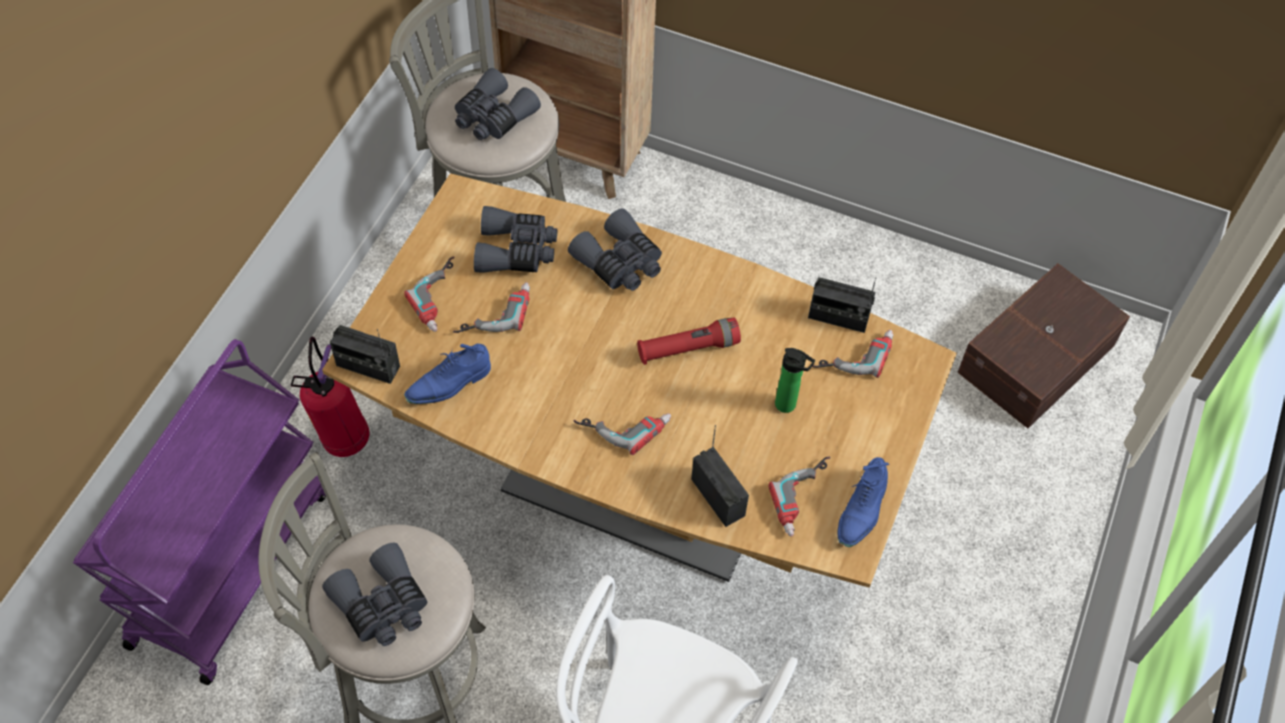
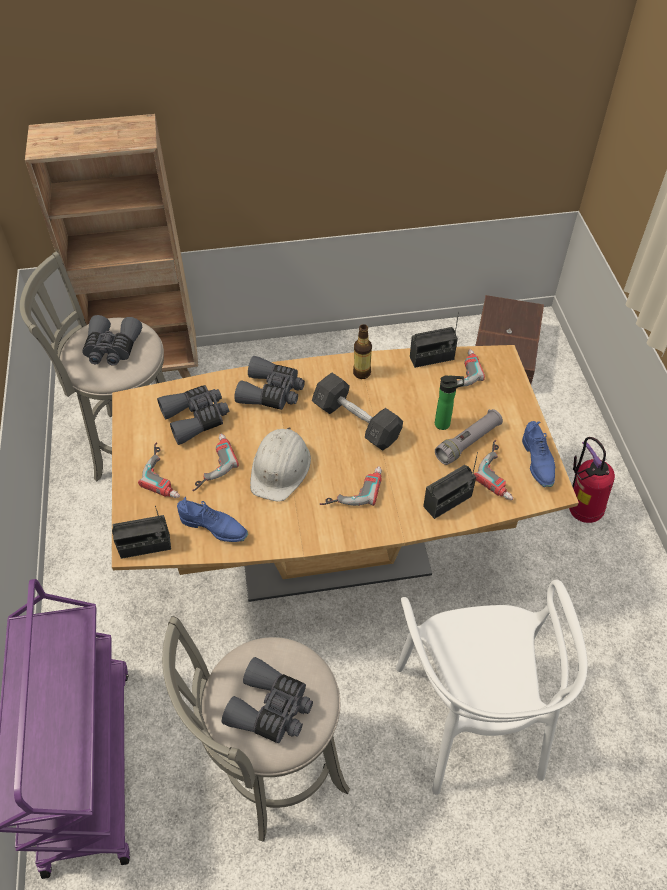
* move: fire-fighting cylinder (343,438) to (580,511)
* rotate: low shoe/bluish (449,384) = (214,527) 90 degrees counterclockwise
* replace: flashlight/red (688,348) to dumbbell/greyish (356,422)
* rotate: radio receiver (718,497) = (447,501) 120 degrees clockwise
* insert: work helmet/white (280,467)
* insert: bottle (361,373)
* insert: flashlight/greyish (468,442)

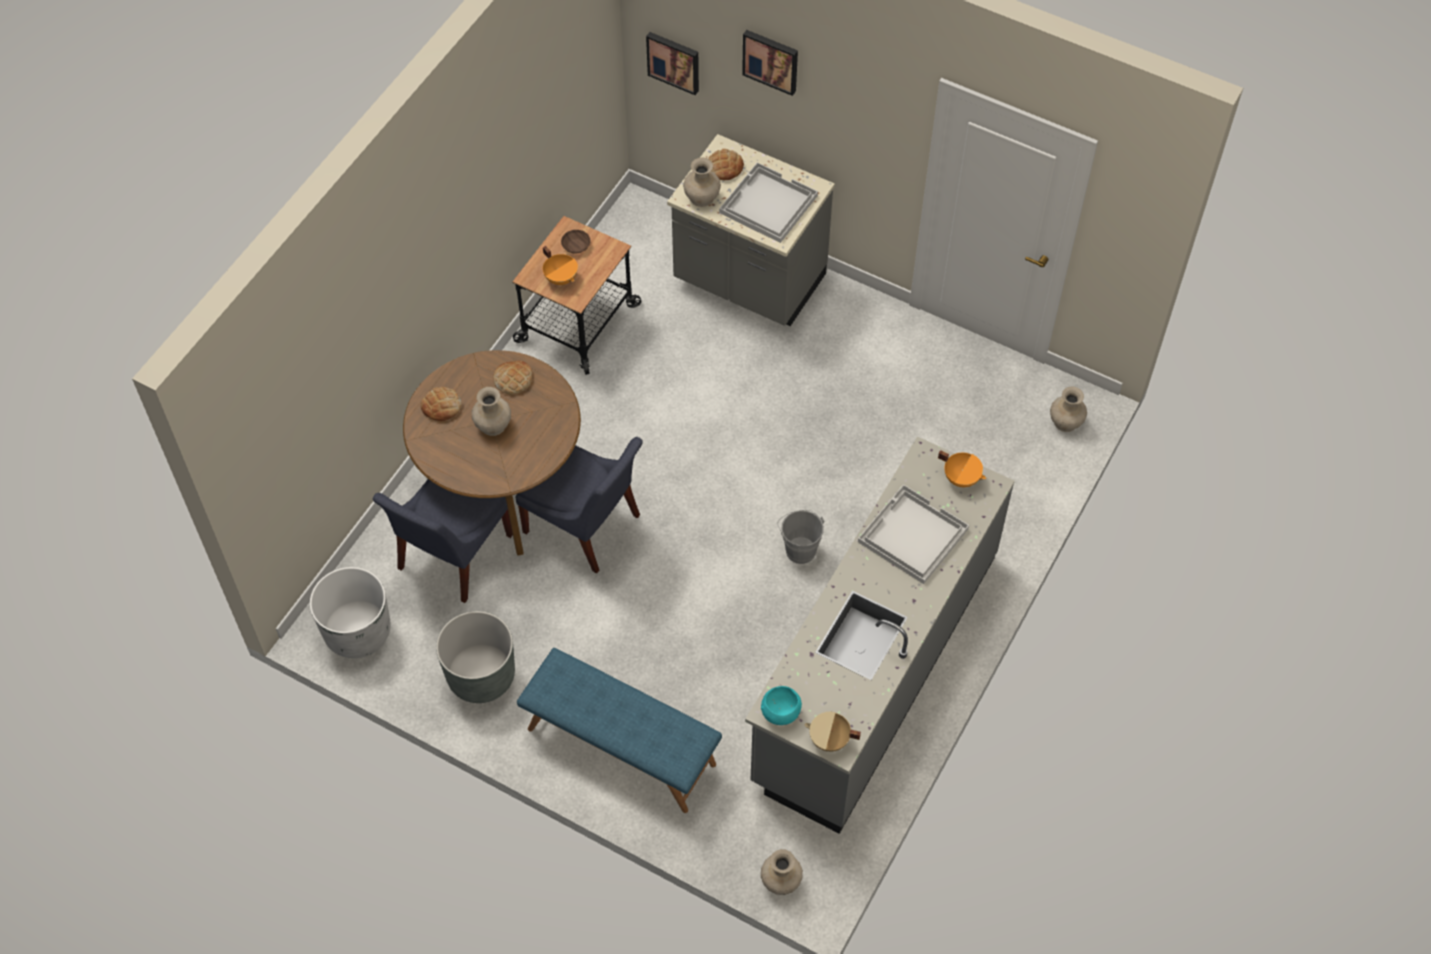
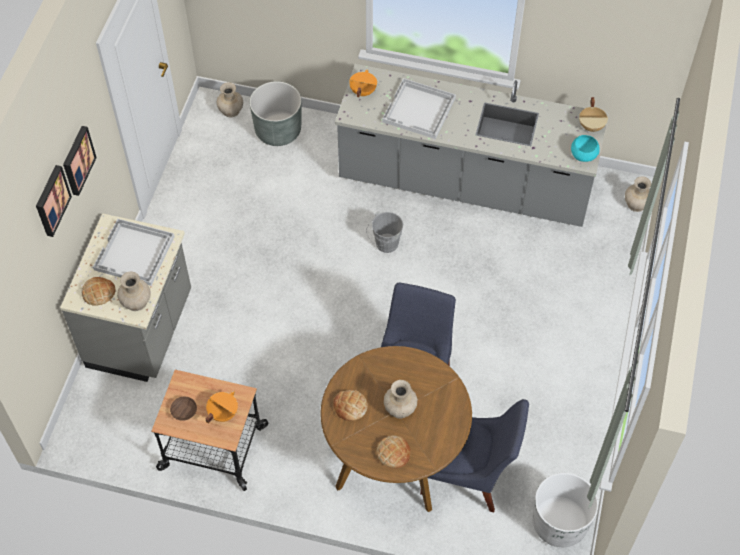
* move: planter/greyish (481,675) to (278,130)
* delete: bench/bluish (620,747)
* move: wall art (674,61) to (77,160)

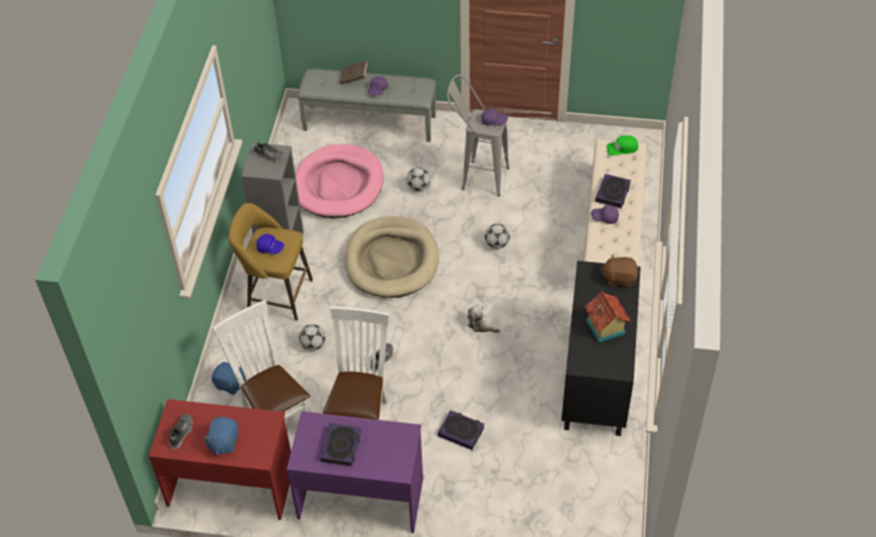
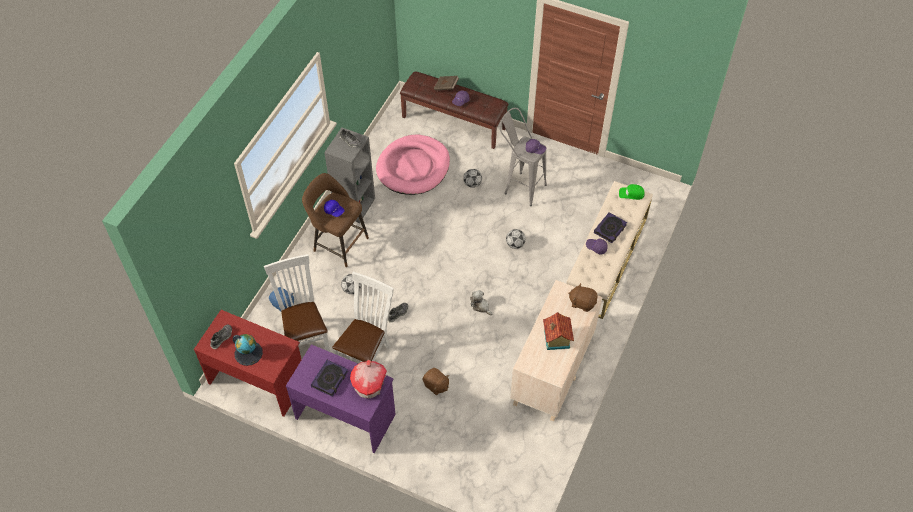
* replace: plush toy/bluish (223,442) to desk globe (248,353)
* recolor: stool/yellow (276,295) to stool/brown (338,243)
* recolor: bench/greyish (370,122) to bench/brown (454,122)
* delete: dog bed/beige-coloured (391,260)
* replace: bound book (461,431) to plush toy/brown (436,385)
* recolor: chest of drawers/blackish (596,377) to chest of drawers/beige-coloured (552,370)
* insert: model house (369,385)

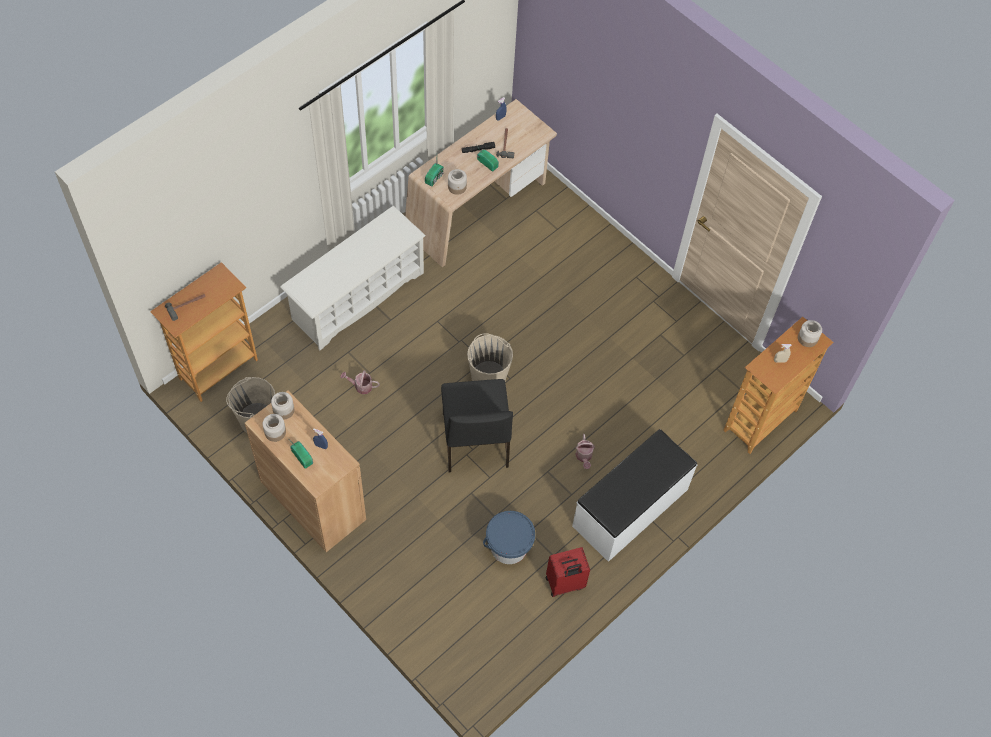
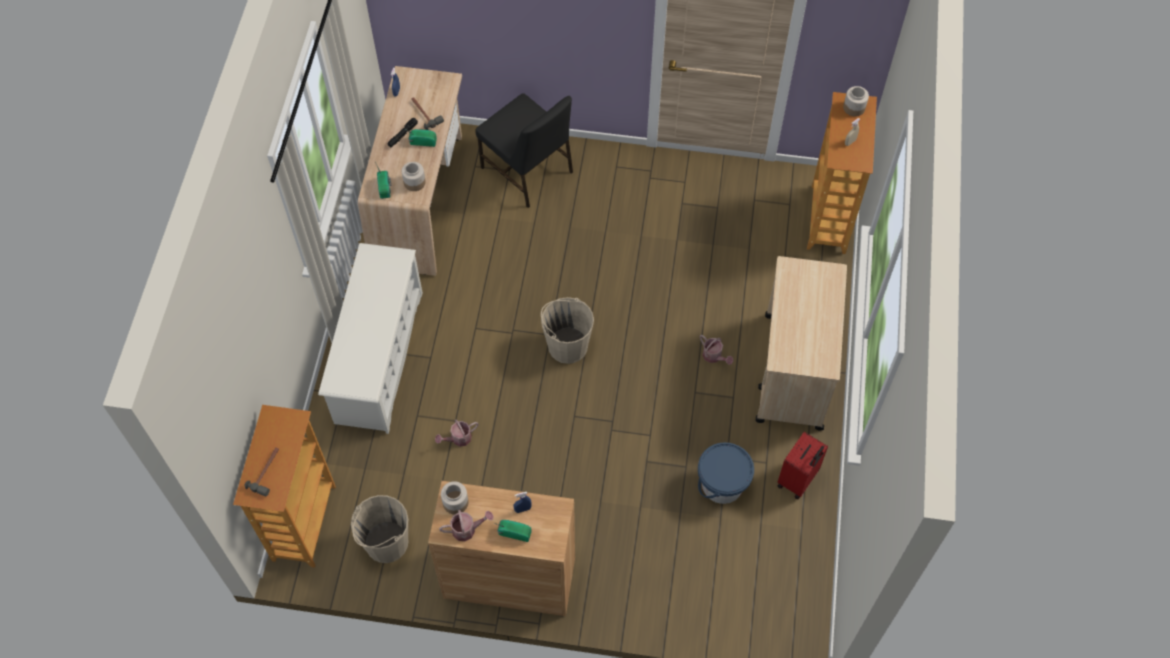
* replace: storage jar (275,432) to watering pot (467,529)
* move: chair/blackish (474,441) to (527,171)
* replace: bench/white (631,508) to cart/beige-coloured (793,372)

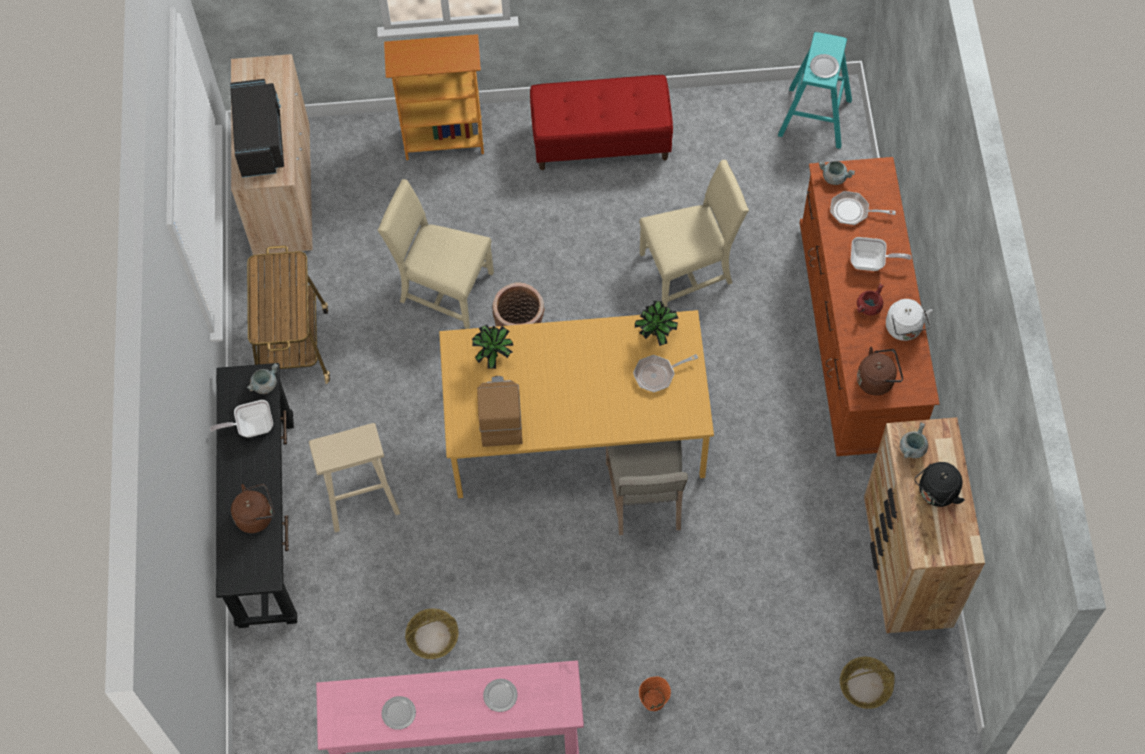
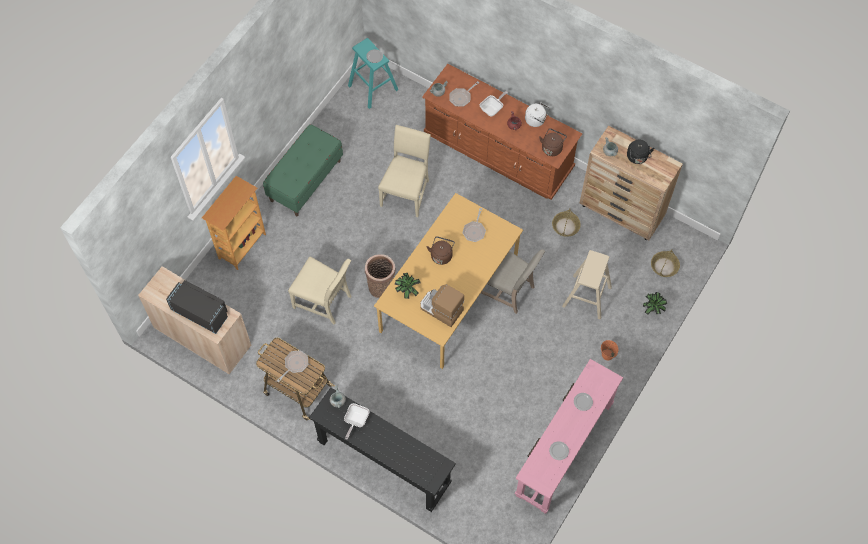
* move: tea kettle/brown (257,516) to (441,255)
* move: stool/beige-coloured (359,492) to (587,297)
* rotate: chair/beige-coloured (443,288) = (324,301) 120 degrees counterclockwise
* move: storage basket (432,637) to (565,226)
* recolor: bench/red (601,141) to bench/green-coloured (305,180)
* move: potted plant (657,334) to (653,309)
* insert: frying pan (295,364)

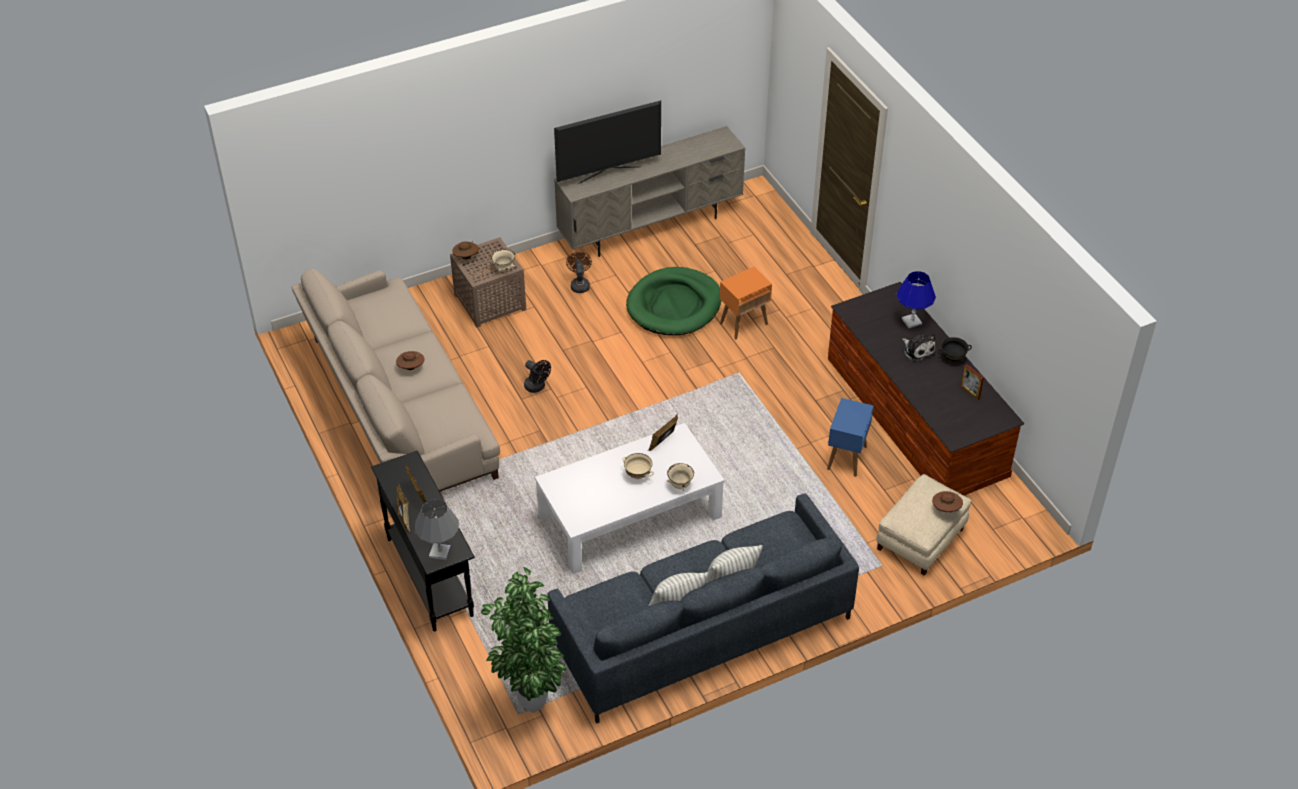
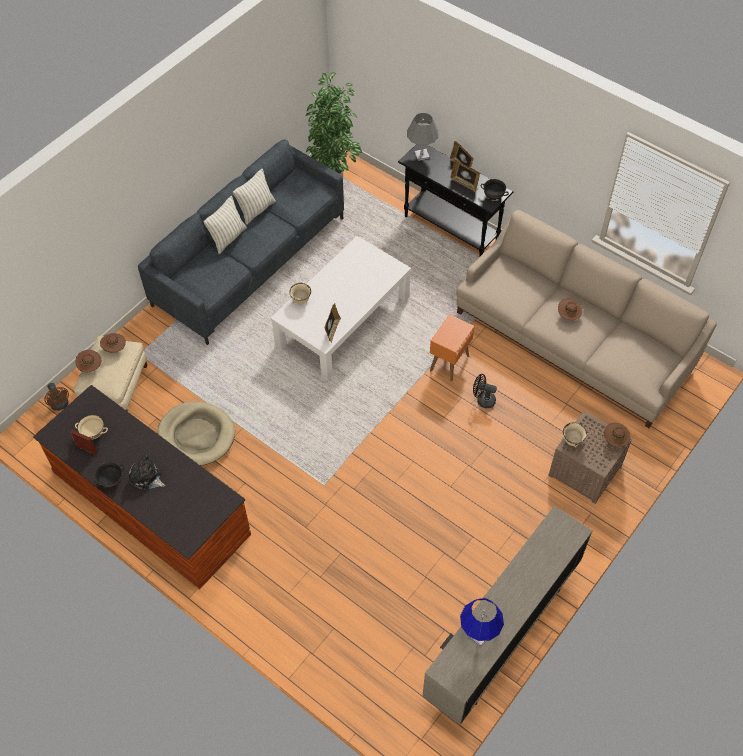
* delete: TV set (609,174)
* move: cooling fan/brown (579,284) to (60,405)
* move: bowl/beige-coloured (637,475) to (94,433)
* delete: dog bed/green-coloured (674,305)
* move: side table/orange (744,323) to (449,363)
* replace: side table/bluish (846,458) to dog bed/beige-coloured (197,435)
* move: tabletop lamp/bluish (912,321) to (478,634)
* insert: clothing hat/brown (115,348)
* insert: bowl/blackish (493,197)

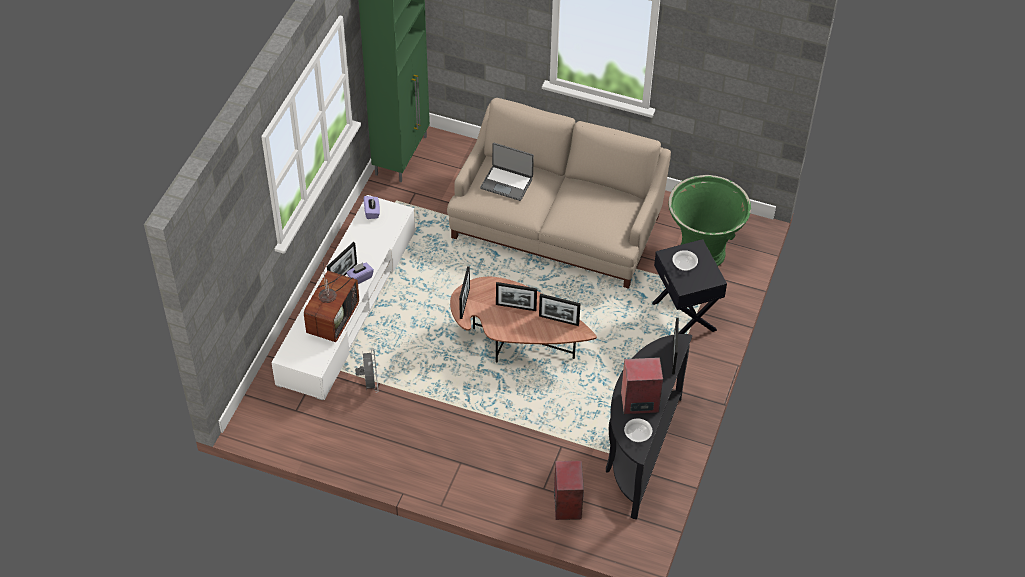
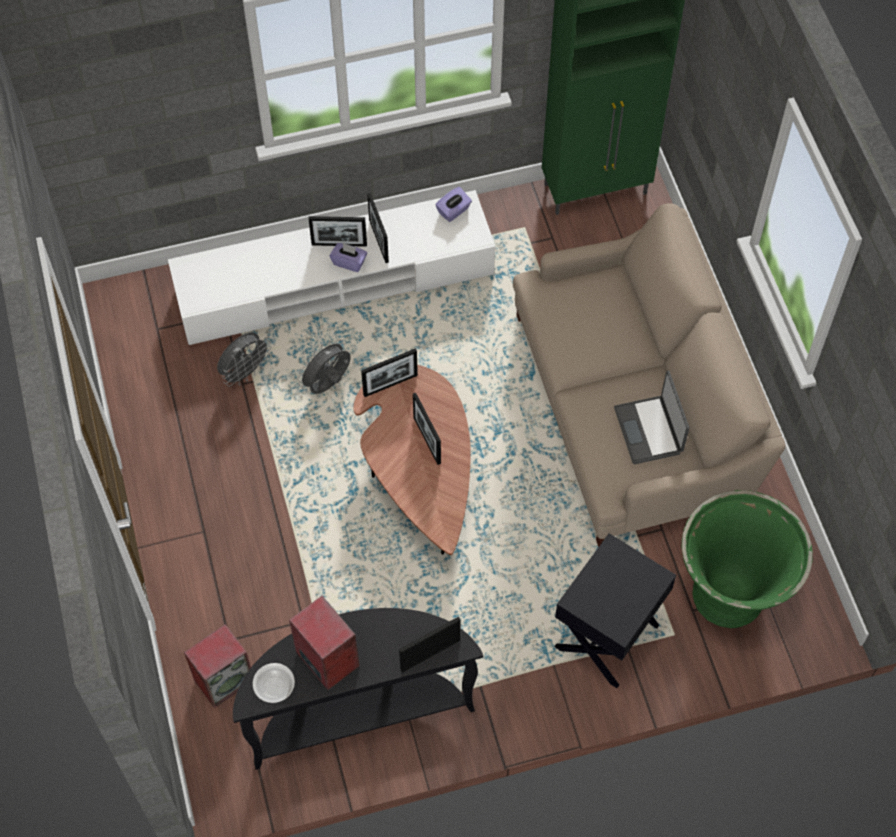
* delete: TV set (332,318)
* move: portable computer (507,183) to (649,430)
* move: picture frame (558,320) to (378,241)
* delete: bowl (684,265)
* insert: cooling fan/greyish (328,384)

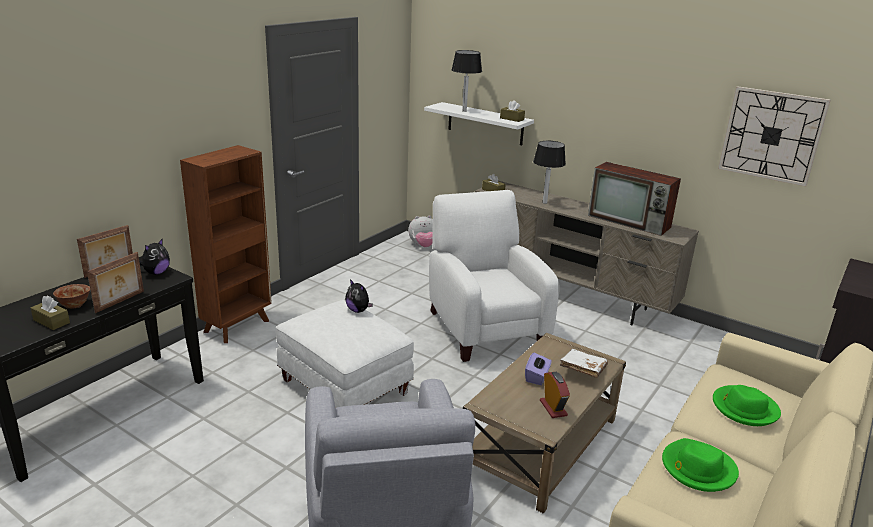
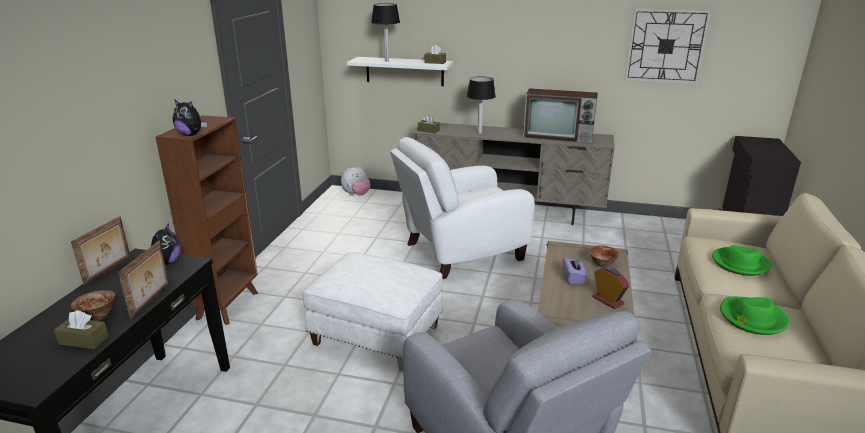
* move: plush toy (358,310) to (191,135)
* rotate: armchair/white (484,327) = (460,253) 75 degrees counterclockwise
* replace: bound book/white (582,371) to bowl (602,264)

